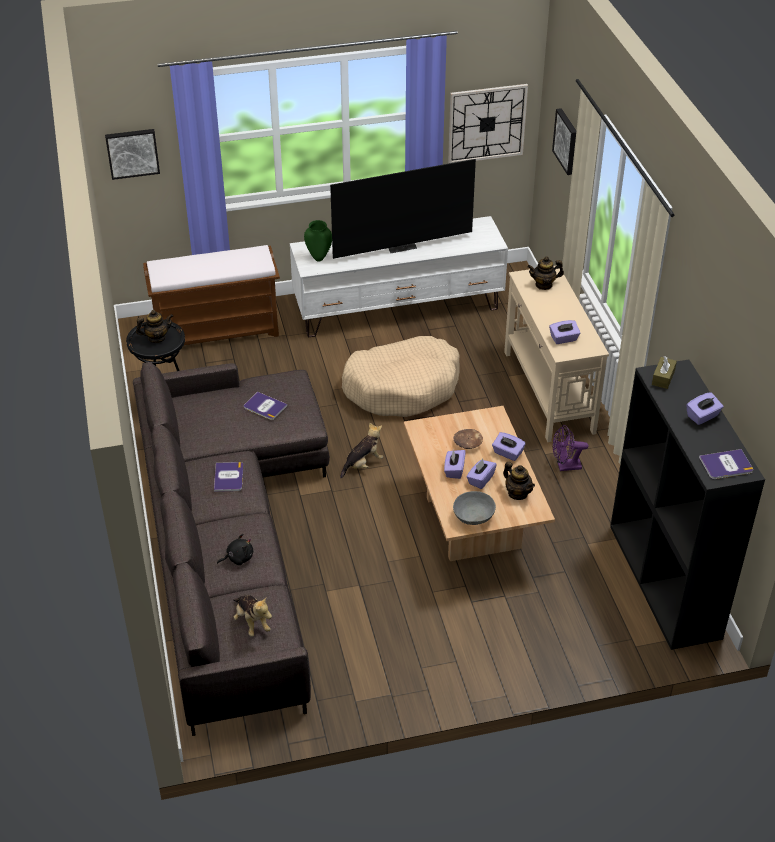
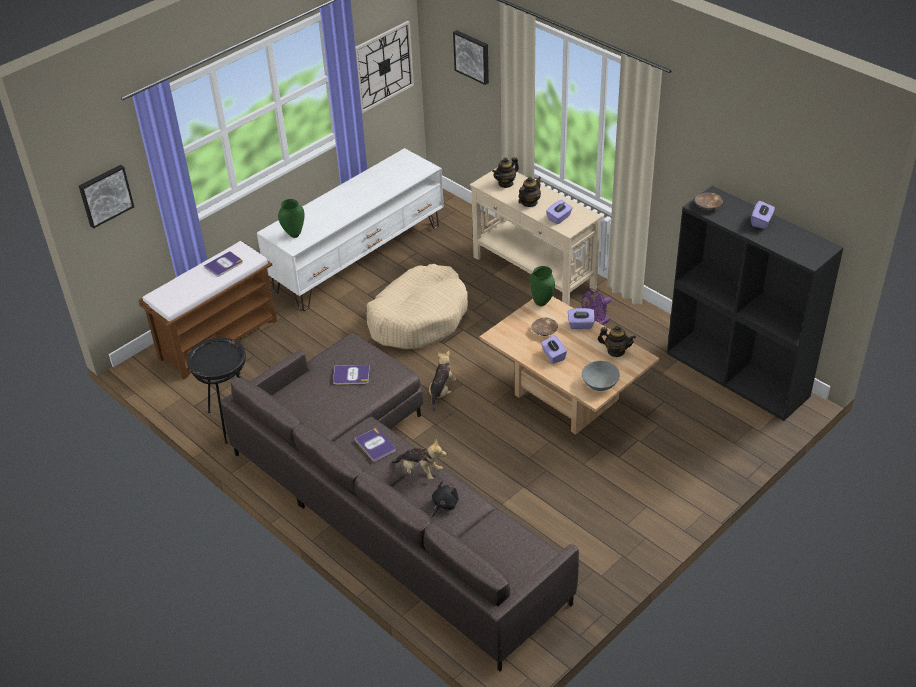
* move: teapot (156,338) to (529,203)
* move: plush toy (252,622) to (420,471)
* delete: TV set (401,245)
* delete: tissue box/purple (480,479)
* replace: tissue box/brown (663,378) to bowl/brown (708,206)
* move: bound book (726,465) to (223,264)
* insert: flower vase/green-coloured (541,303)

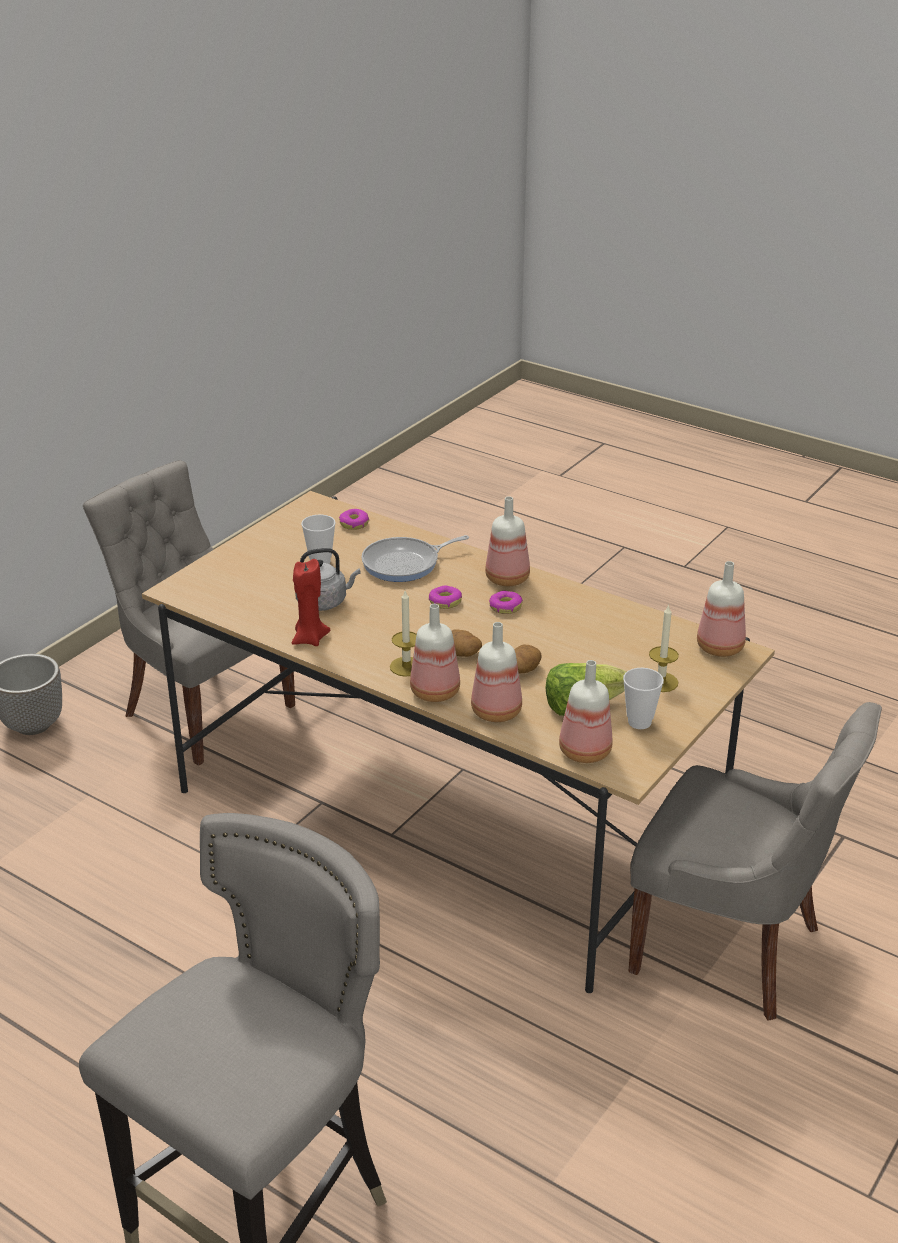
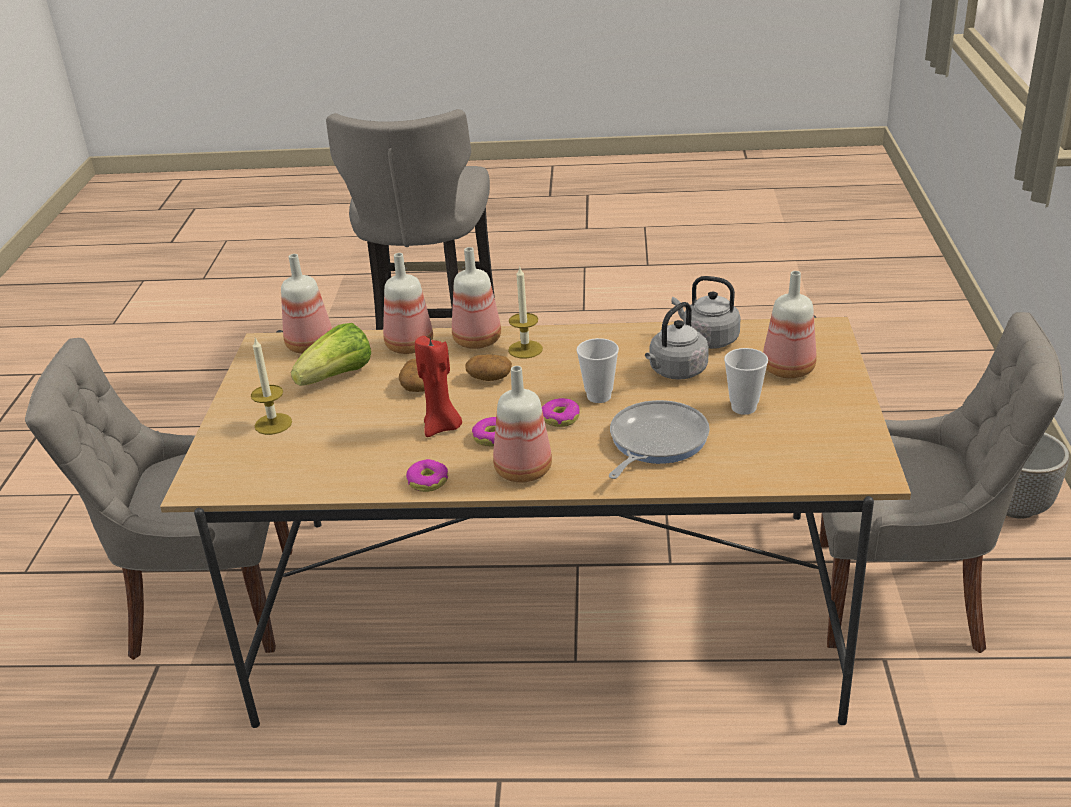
* move: wax light/red (309,639) to (442,427)
* move: ring doughnut (354,524) to (428,481)
* move: drinking cup (639,722) to (599,396)
* move: bottle (721,648) to (786,370)
* insert: tea kettle/greyish (707,339)

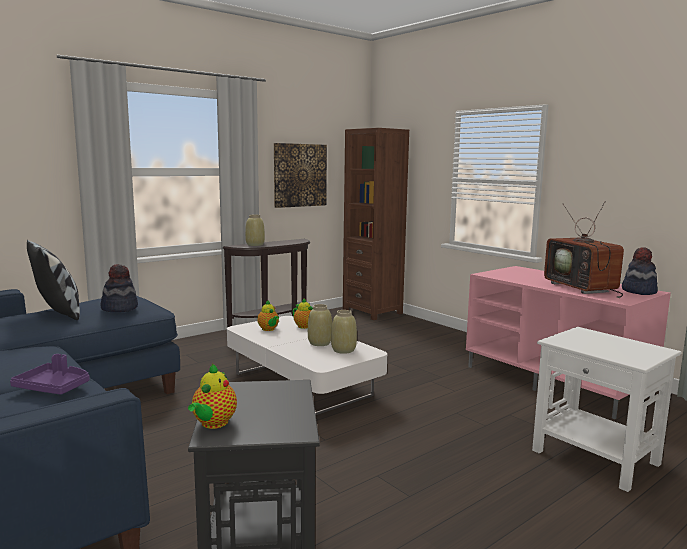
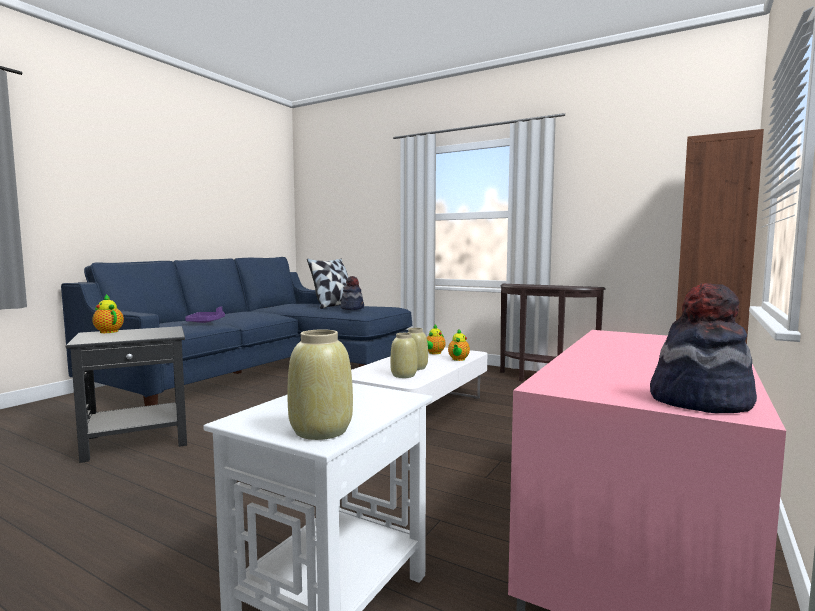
* rotate: teapot (213,424) = (108,331) 45 degrees clockwise
* move: flower vase/beige-coloured (255,244) to (322,431)
* delete: wall art (300,175)
* delete: TV set (583,288)

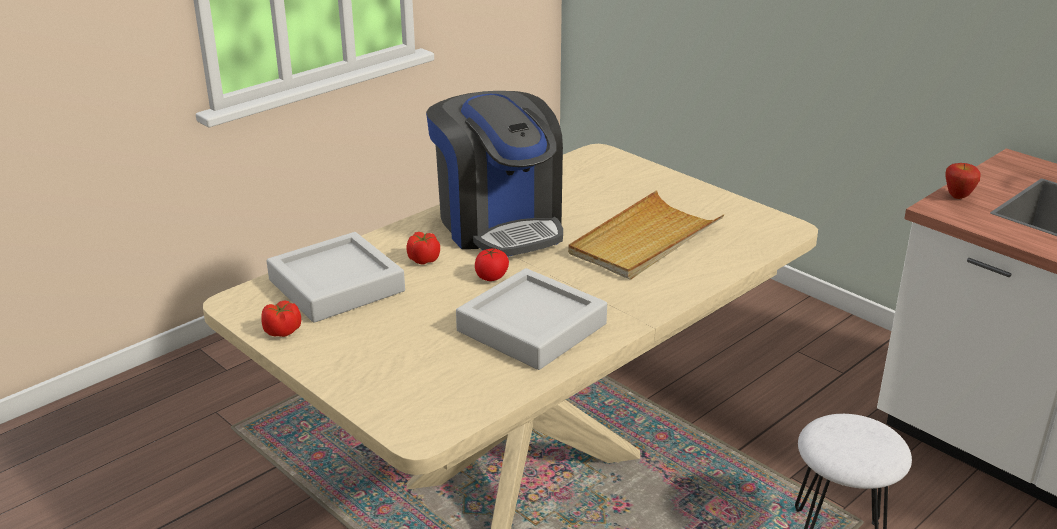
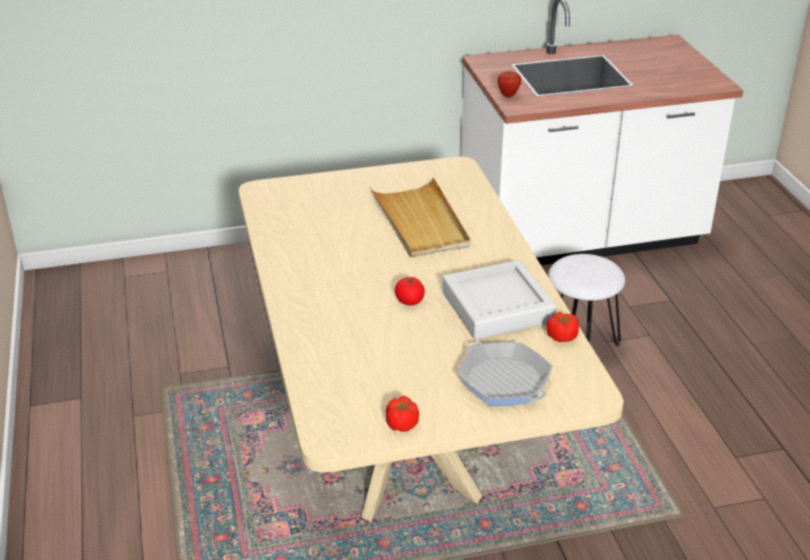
* delete: carrying tray/greyish (336,286)
* move: tomato (423,259) to (561,337)
* delete: coffee machine (499,224)
* insert: frying pan (504,381)

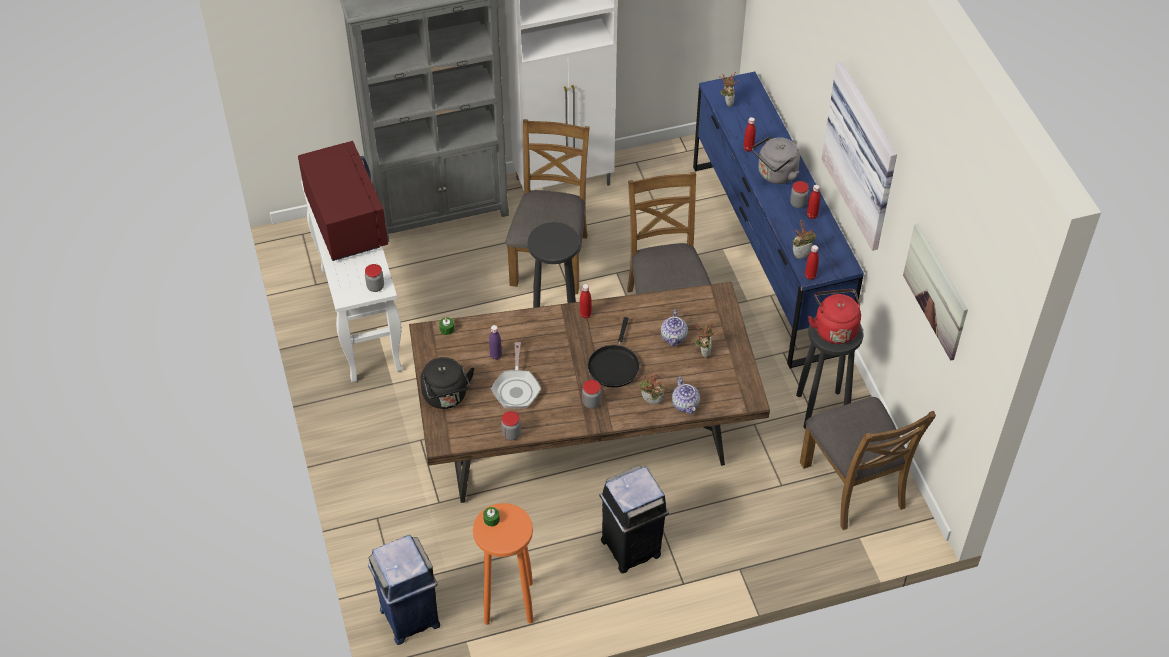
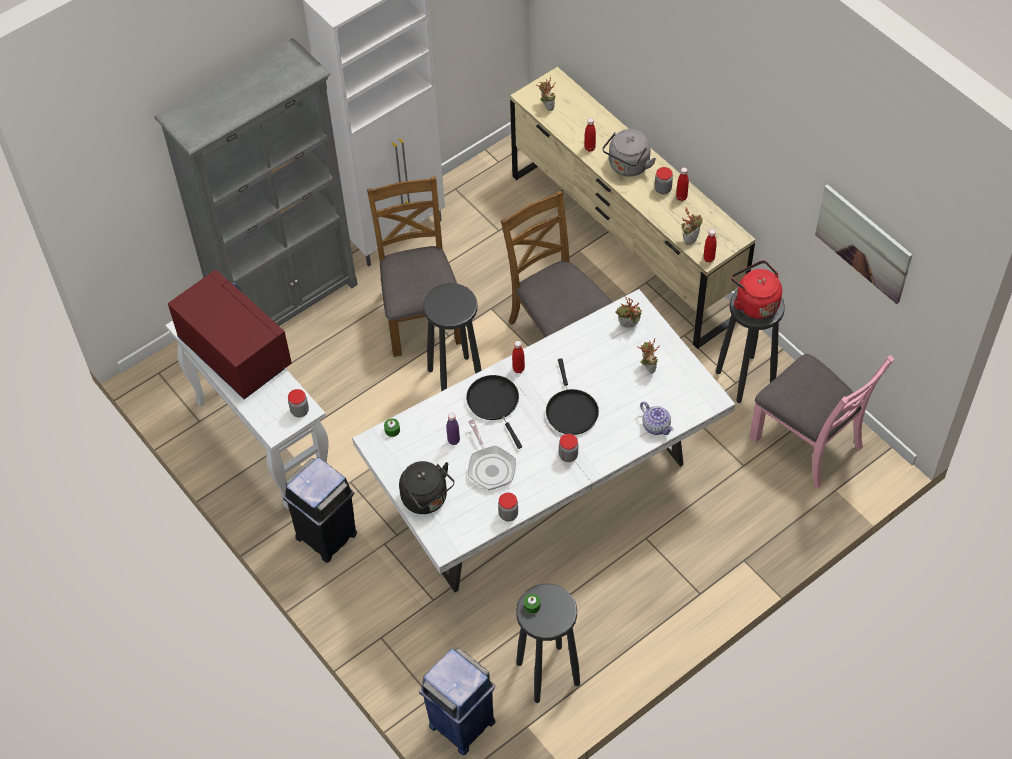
* recolor: kitchen table/brown (586,444) to kitchen table/white (545,490)
* recolor: stool/orange (507,602) to stool/blackish (547,673)
* move: rubbish bin/blackish (632,547) to (327,535)
* move: potted plant (650,403) to (628,326)
* delete: teapot (674,337)
* recolor: chest of drawers/bluish (766,256) to chest of drawers/beige-coloured (624,244)
* recolor: chair/brown (854,485) to chair/pinkish (808,442)
* delete: wall art (864,155)
* insert: frying pan/blackish (495,403)

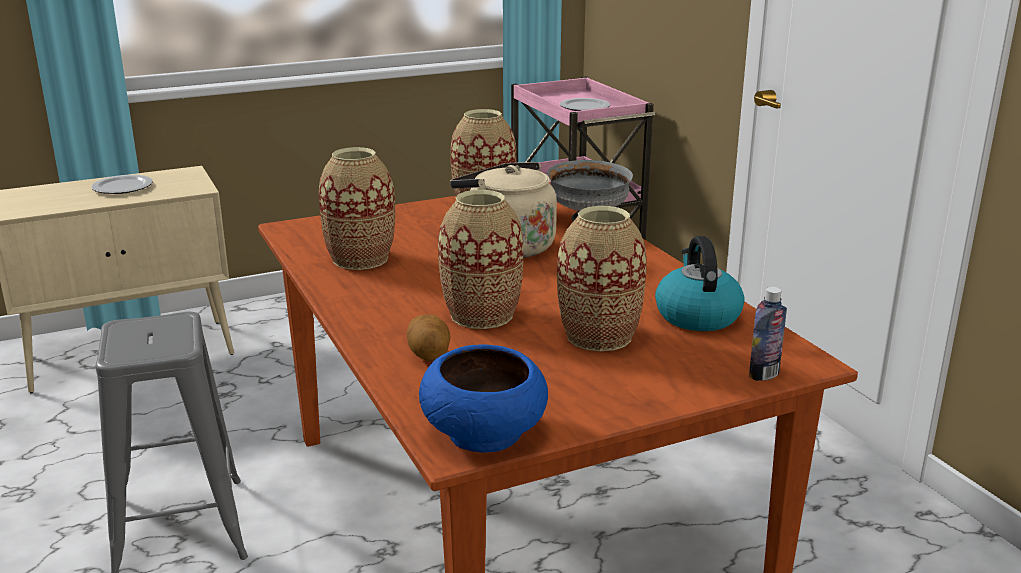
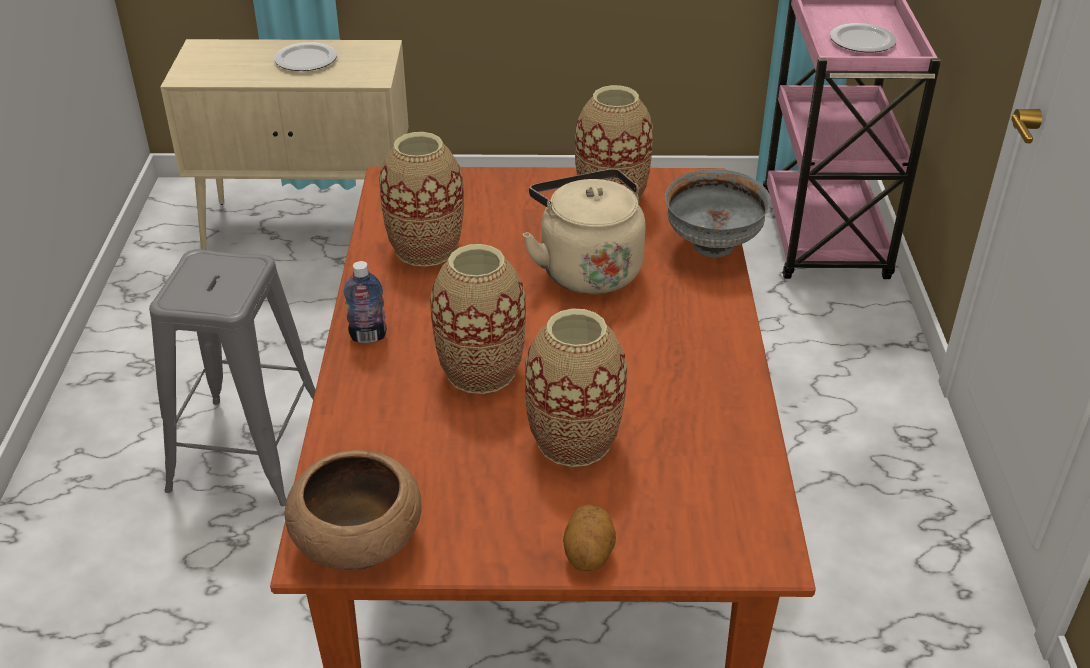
* move: whole potato (429,356) to (589,554)
* recolor: bowl/bluish (485,433) to bowl/brown (359,541)
* delete: tea kettle (696,315)
* move: bottle (764,374) to (368,337)

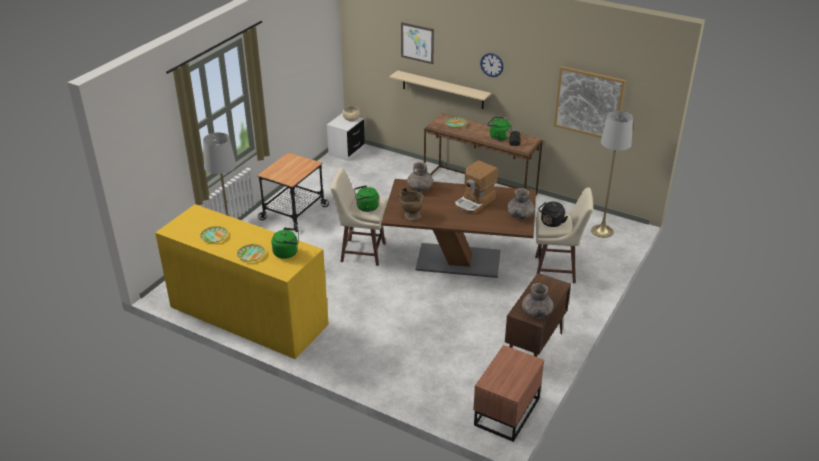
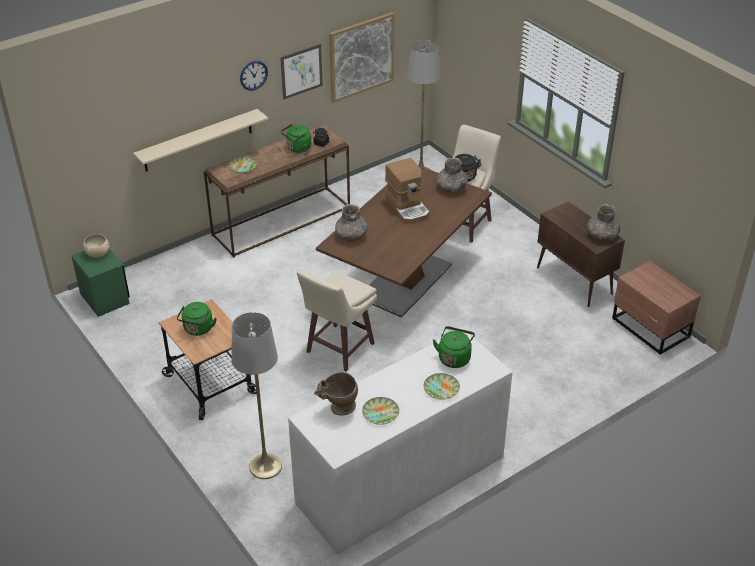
* recolor: chest of drawers/yellow (248,315) to chest of drawers/white (400,479)
* recolor: bedside table/white (346,151) to bedside table/green-coloured (105,298)
* move: tea kettle/green-coloured (366,208) to (198,329)
* move: flower vase/beige-coloured (410,215) to (338,409)
* move: wall art (417,43) to (301,71)

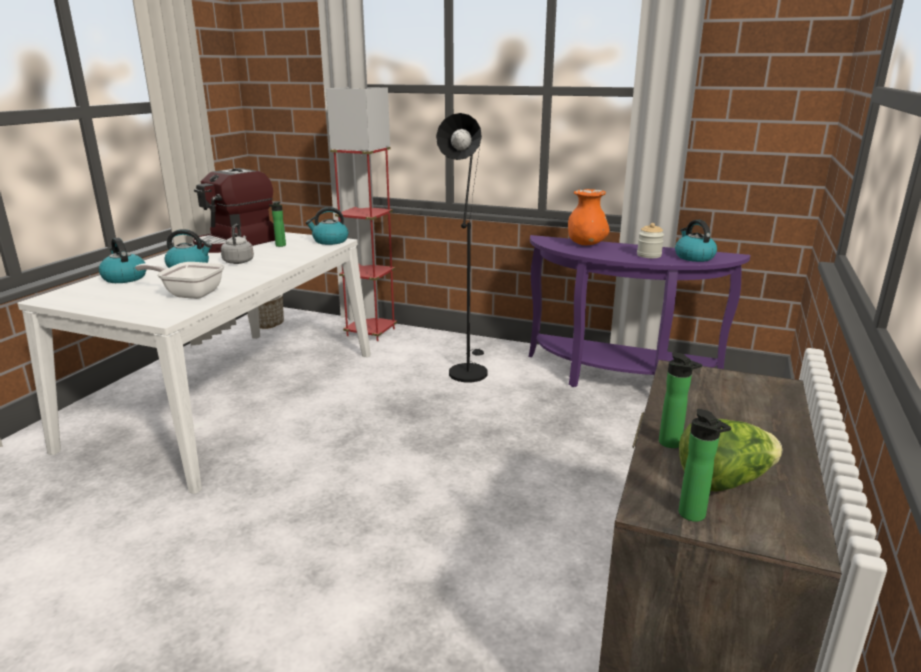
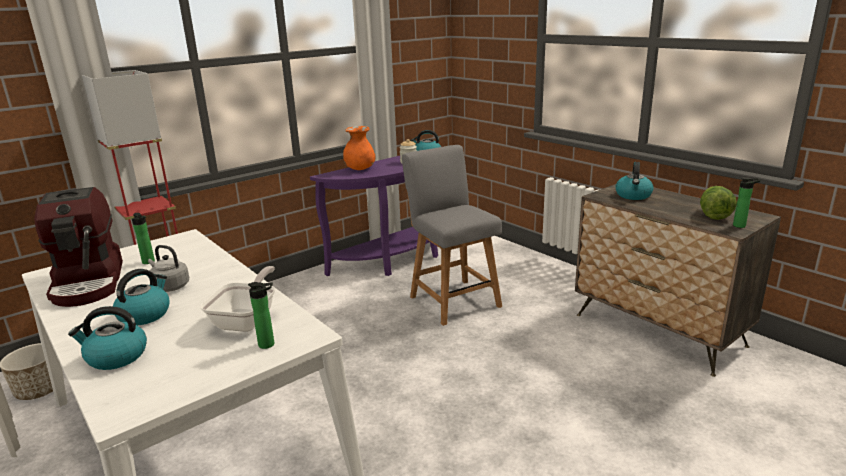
* rotate: frying pan (189,294) = (248,319) 150 degrees clockwise
* move: tea kettle (330,241) to (633,195)
* delete: floor lamp/blackish (468,370)
* move: bottle (672,444) to (269,344)
* insert: chair/greyish (452,299)

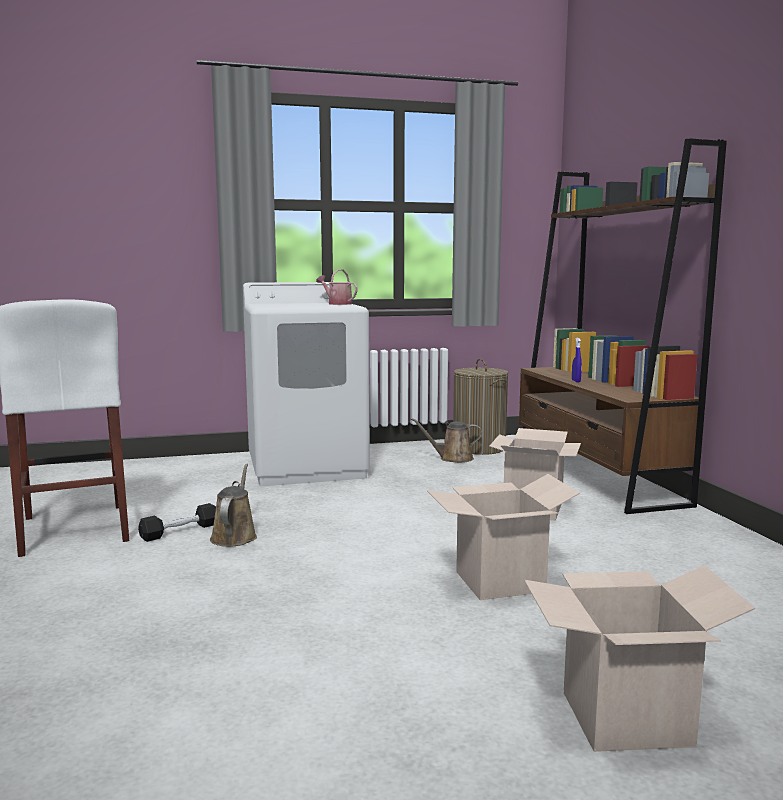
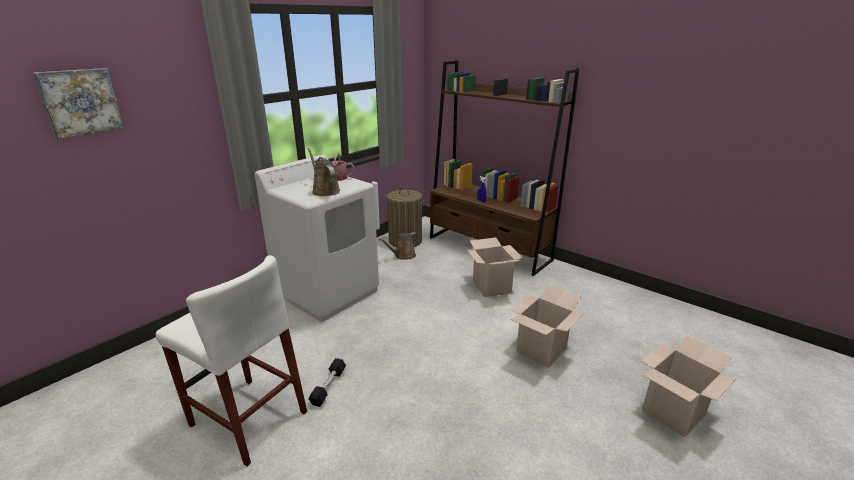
* move: watering pot/brown (234,536) to (324,190)
* insert: wall art (80,102)

